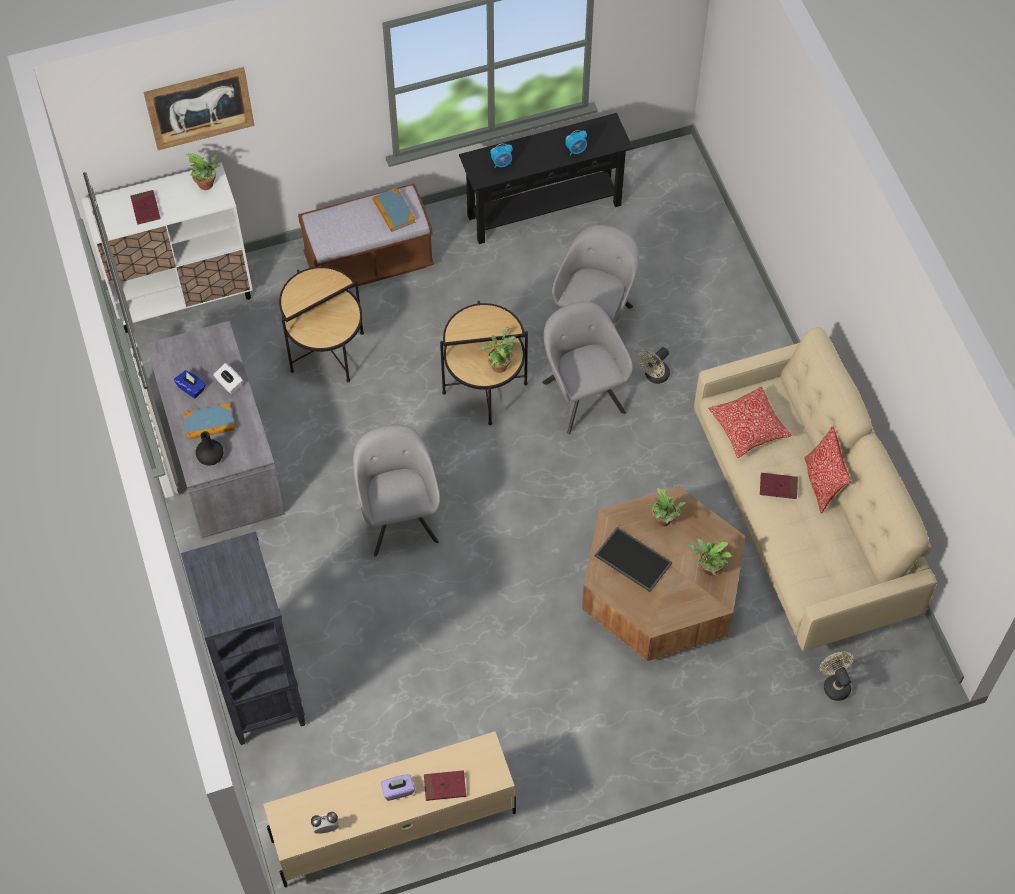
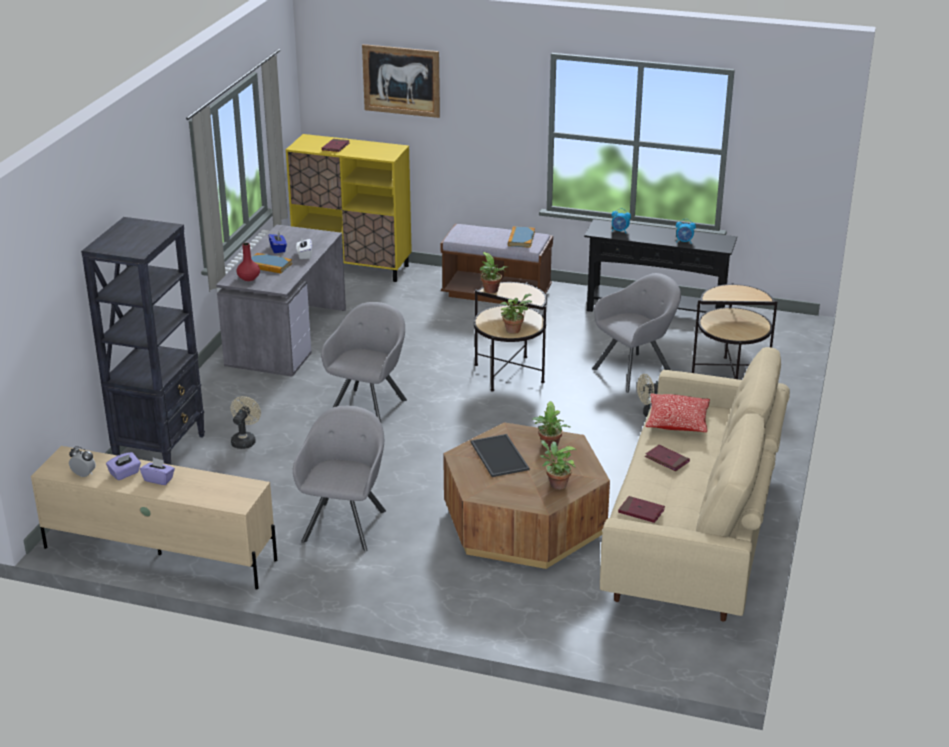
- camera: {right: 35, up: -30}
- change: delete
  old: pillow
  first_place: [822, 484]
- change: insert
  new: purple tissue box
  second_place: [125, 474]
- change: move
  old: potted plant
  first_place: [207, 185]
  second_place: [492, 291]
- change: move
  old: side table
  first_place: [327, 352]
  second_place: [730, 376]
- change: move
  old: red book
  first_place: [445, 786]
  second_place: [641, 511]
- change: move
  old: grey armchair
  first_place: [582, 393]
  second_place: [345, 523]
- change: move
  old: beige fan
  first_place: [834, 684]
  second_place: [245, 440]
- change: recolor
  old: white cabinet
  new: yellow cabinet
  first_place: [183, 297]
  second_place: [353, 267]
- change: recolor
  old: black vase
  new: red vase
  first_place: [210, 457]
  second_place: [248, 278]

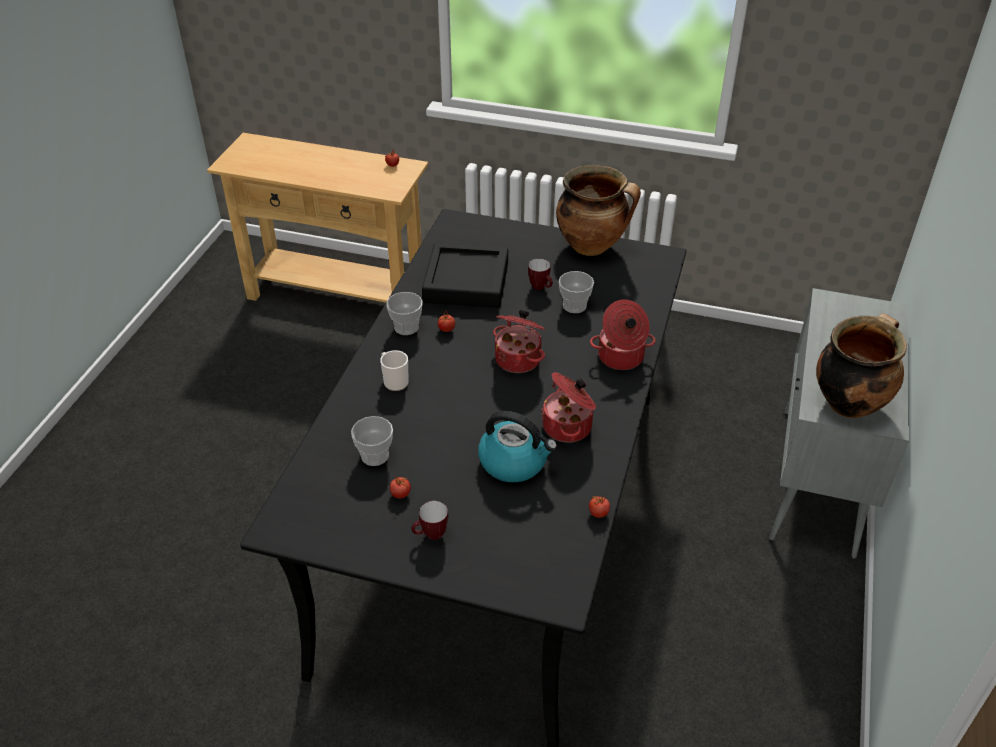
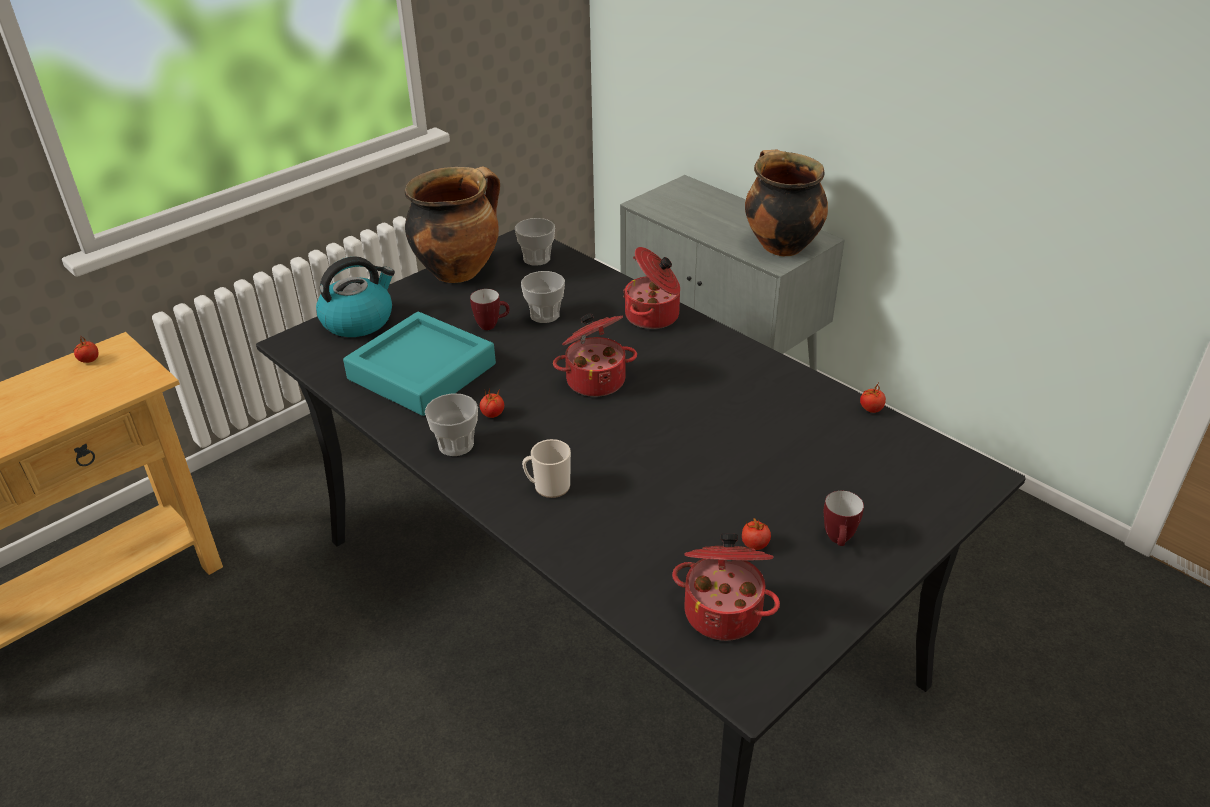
- camera: {right: -60, up: -5}
- change: move
  old: cup
  first_place: [375, 456]
  second_place: [536, 259]
- change: move
  old: kettle
  first_place: [514, 462]
  second_place: [358, 320]
- change: move
  old: cooking pot
  first_place: [568, 426]
  second_place: [723, 611]
- change: recolor
  old: black tray
  new: turquoise tray
  first_place: [466, 282]
  second_place: [422, 372]

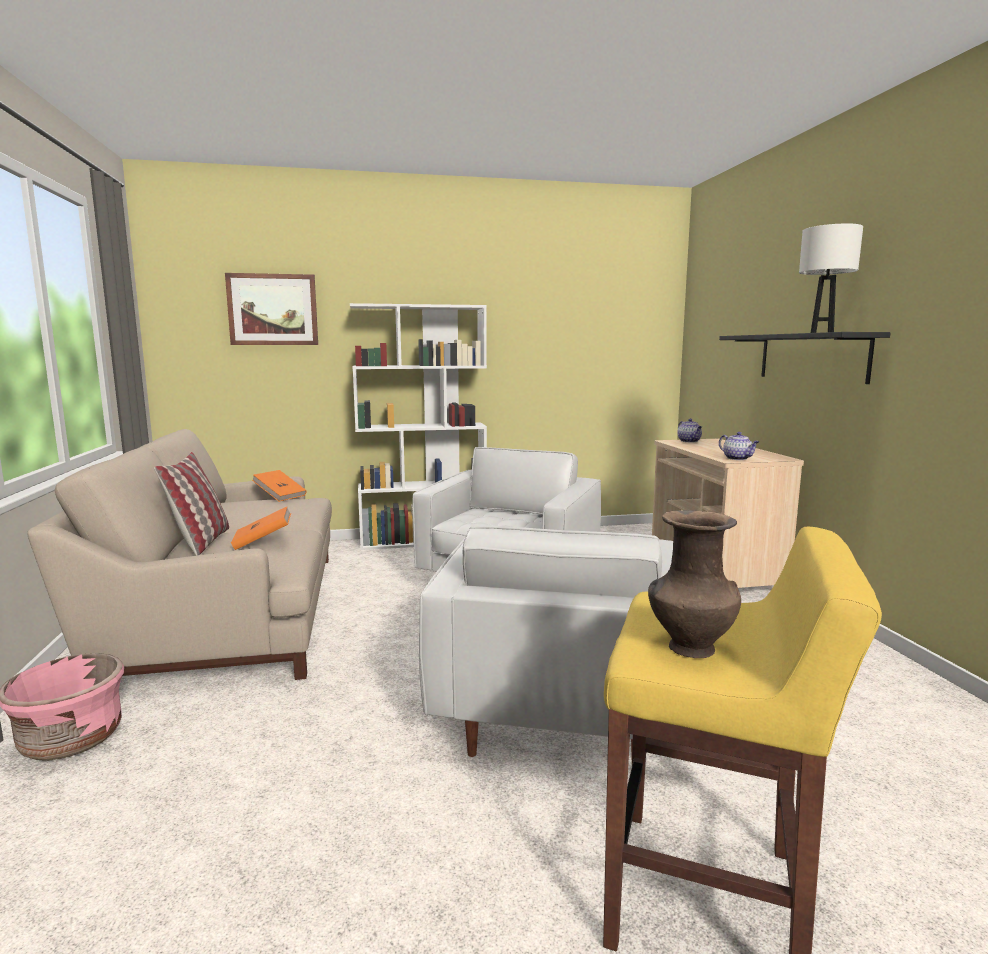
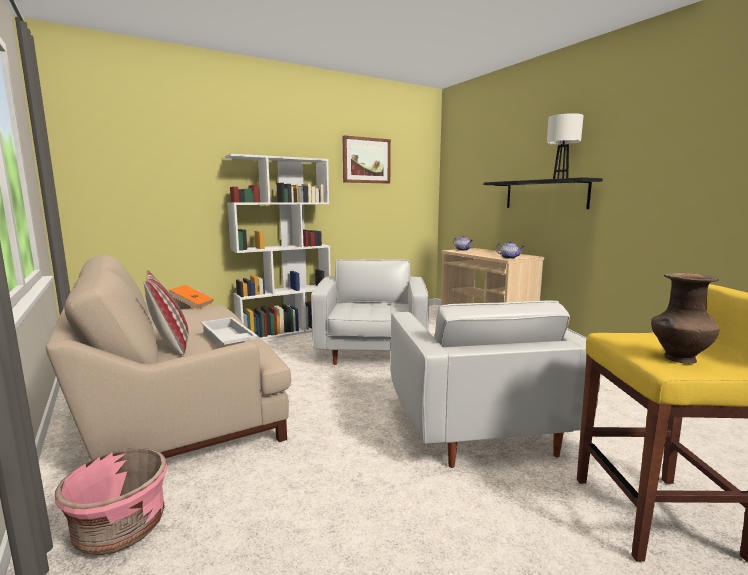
- camera: {right: -20, up: 0}
- change: move
  old: picture
  first_place: [273, 310]
  second_place: [366, 160]
- change: replace
  old: orange book
  new: white tray
  first_place: [263, 542]
  second_place: [226, 338]

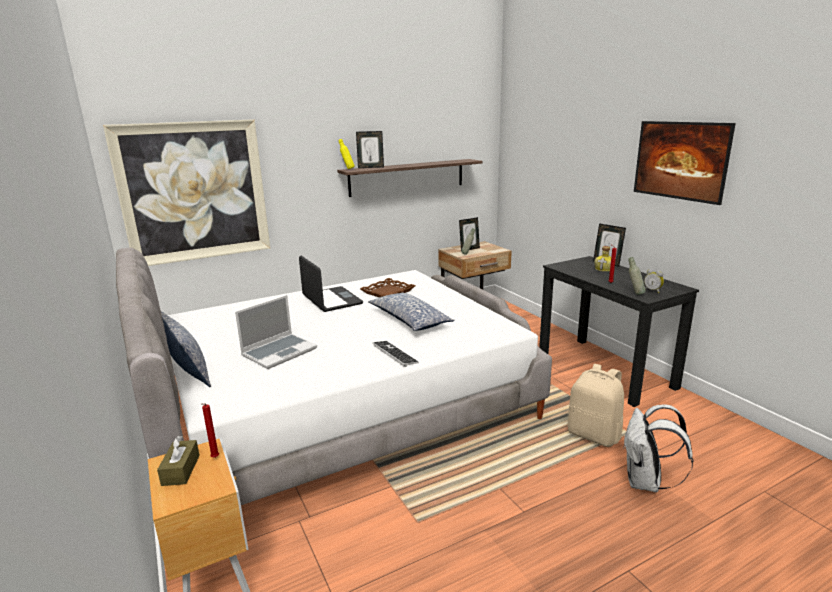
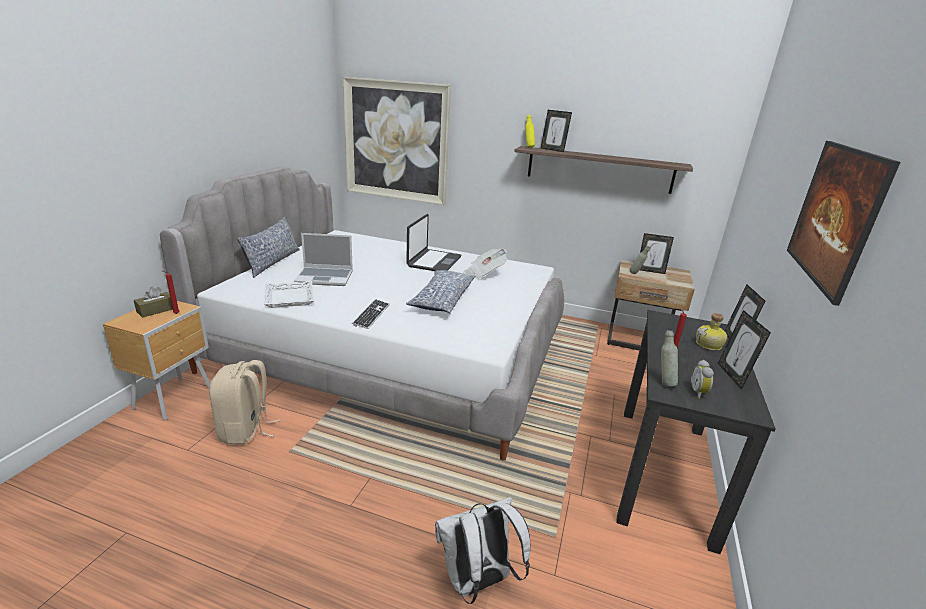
- camera: {right: 45, up: 5}
- change: insert
  new: white tray
  second_place: [289, 298]
- change: insert
  new: picture frame
  second_place: [732, 376]
- change: move
  old: beige backpack
  first_place: [594, 435]
  second_place: [246, 430]
- change: replace
  old: brown tray
  new: newspaper
  first_place: [388, 292]
  second_place: [484, 274]

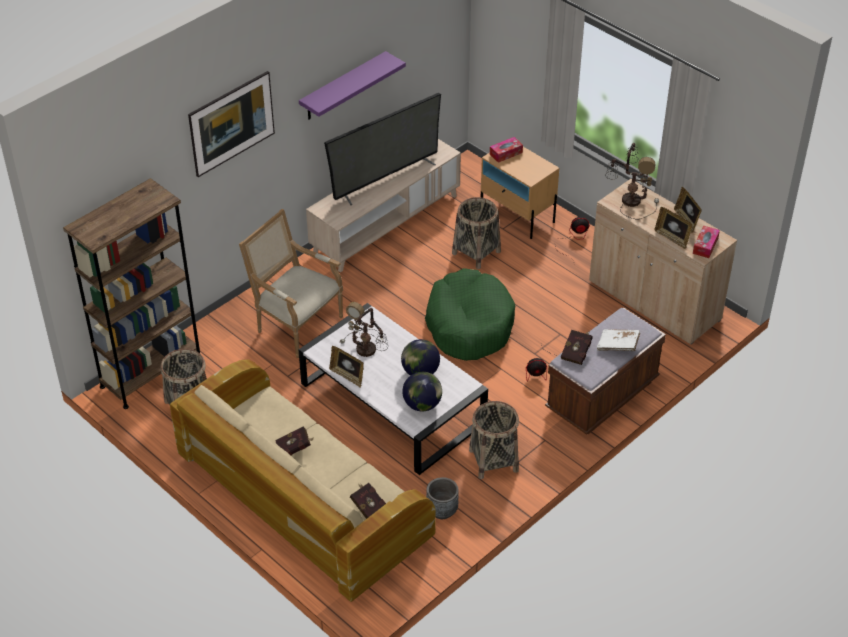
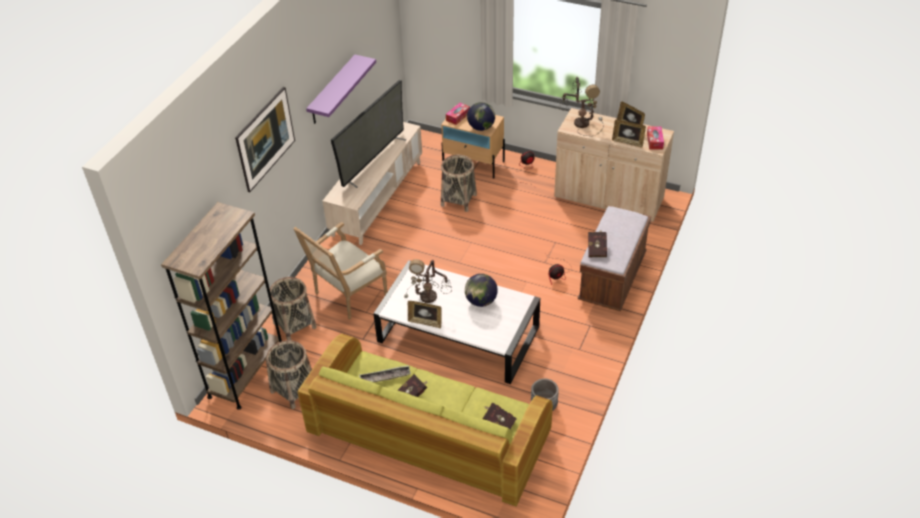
- camera: {right: -20, up: 0}
- change: delete
  old: green dog bed
  first_place: [469, 325]
- change: delete
  old: white book
  first_place: [618, 345]
- change: insert
  new: tray
  second_place: [385, 377]
- change: move
  old: globe
  first_place: [422, 404]
  second_place: [481, 127]
- change: move
  old: basket
  first_place: [493, 460]
  second_place: [294, 325]
- change: recolor
  old: beige sofa
  new: green sofa
  first_place: [302, 498]
  second_place: [427, 434]
- change: rotate
  old: armchair
  first_place: [295, 324]
  second_place: [347, 296]
  degrees: -60

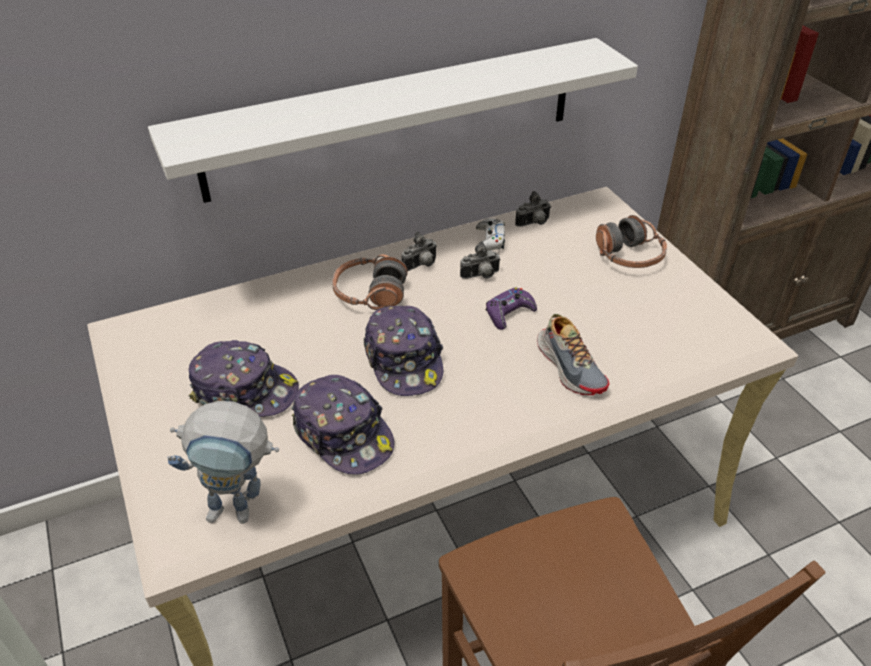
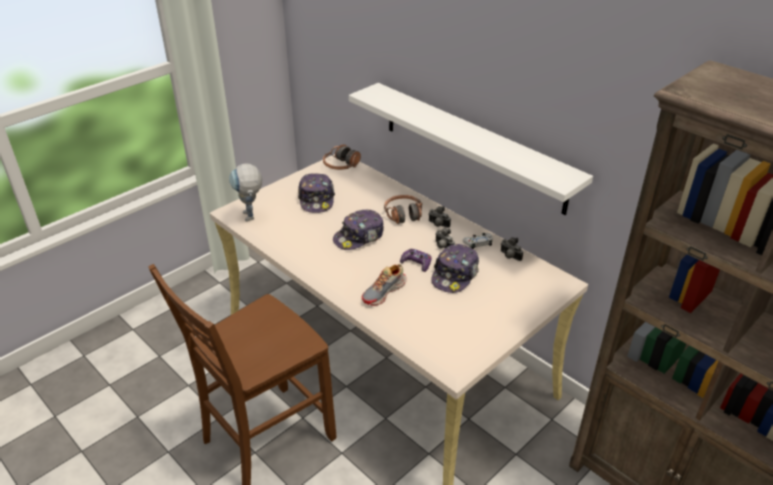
- camera: {right: 70, up: -5}
- change: move
  old: cap
  first_place: [344, 434]
  second_place: [455, 275]
- change: move
  old: headphones
  first_place: [628, 256]
  second_place: [341, 165]

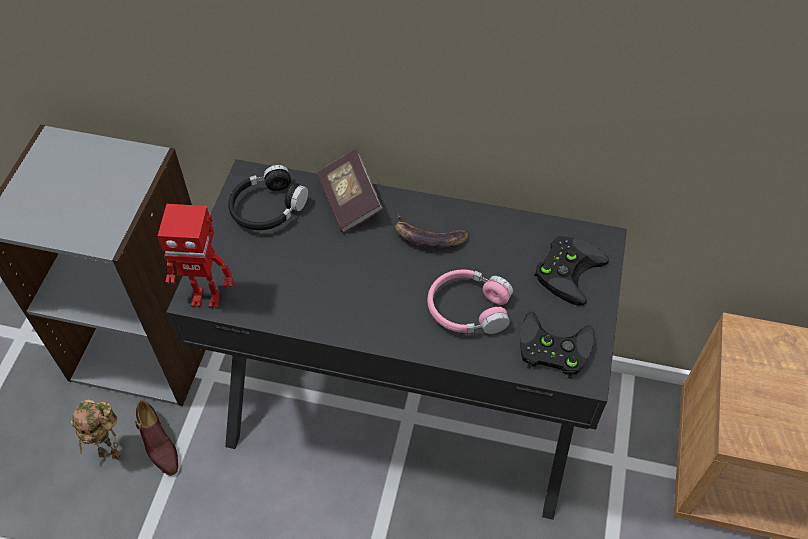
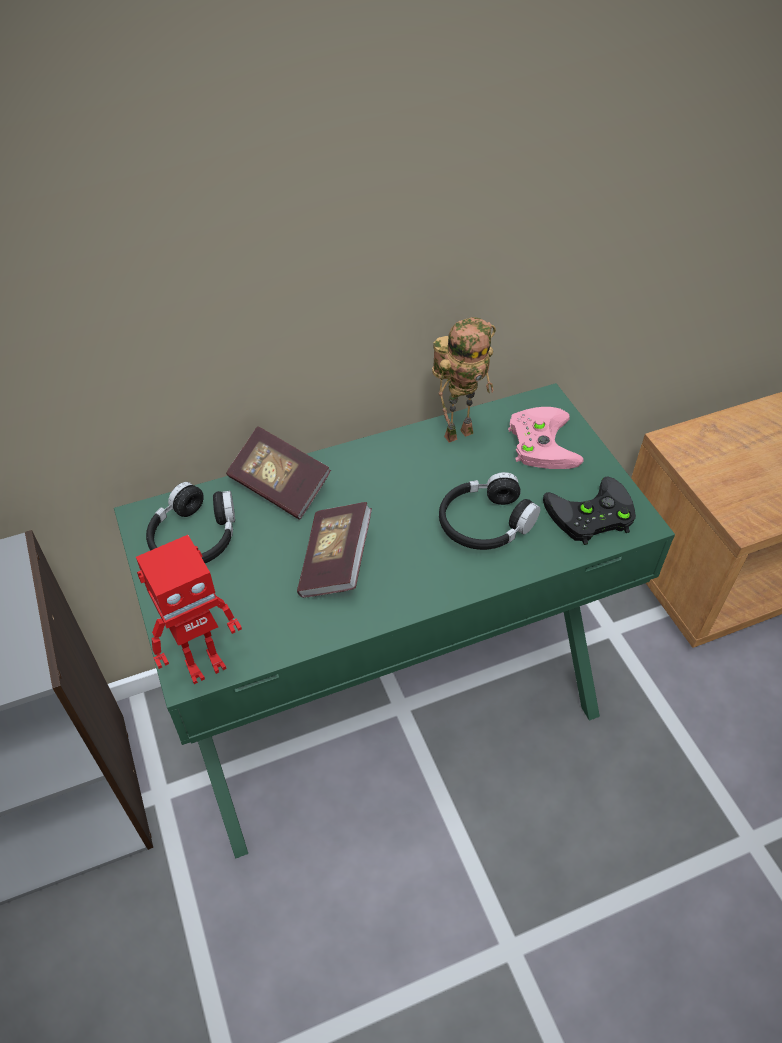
- camera: {right: -35, up: -5}
- change: delete
  old: brown shoe
  first_place: [158, 444]
- change: delete
  old: banana
  first_place: [428, 237]
- change: insert
  new: book
  second_place: [335, 562]
- change: move
  old: toy robot
  first_place: [112, 452]
  second_place: [458, 432]
- change: recolor
  old: black desk
  new: green desk
  first_place: [404, 407]
  second_place: [390, 700]
- change: recolor
  old: pink headphones
  new: black headphones
  first_place: [468, 309]
  second_place: [485, 523]
- change: recolor
  old: black game controller
  new: pink game controller
  first_place: [567, 269]
  second_place: [539, 441]

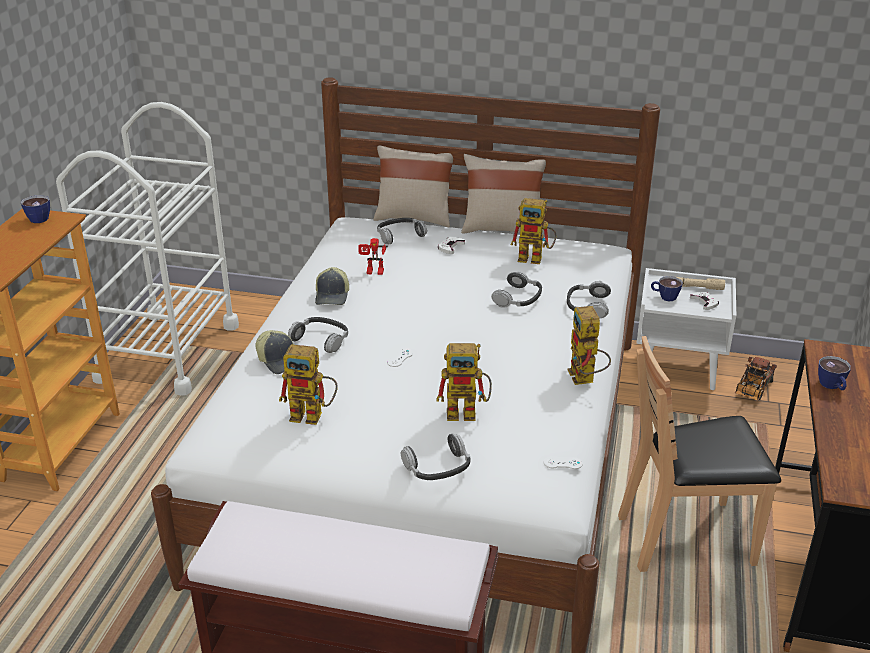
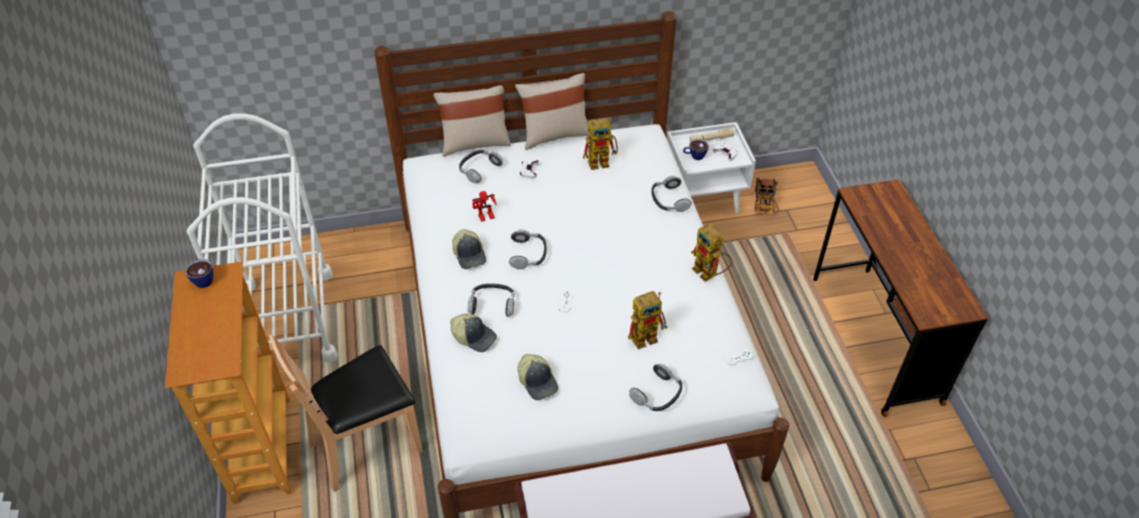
- camera: {right: -25, up: 15}
- change: delete
  old: cup
  first_place: [832, 386]
- change: move
  old: headphones
  first_place: [518, 298]
  second_place: [528, 254]
- change: move
  old: brown chair
  first_place: [686, 538]
  second_place: [366, 445]
- change: replace
  old: toy robot
  new: cap
  first_place: [313, 415]
  second_place: [538, 381]

